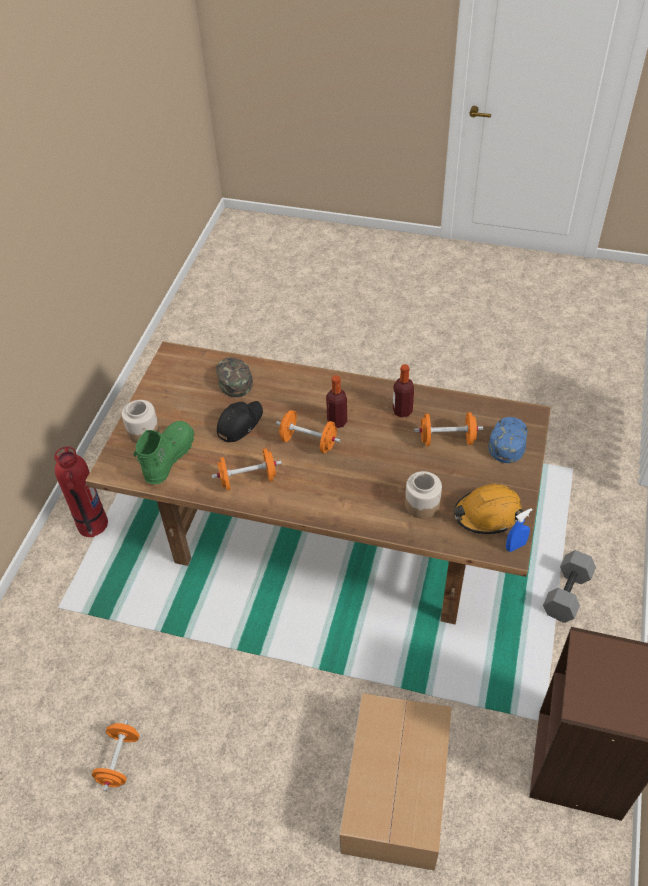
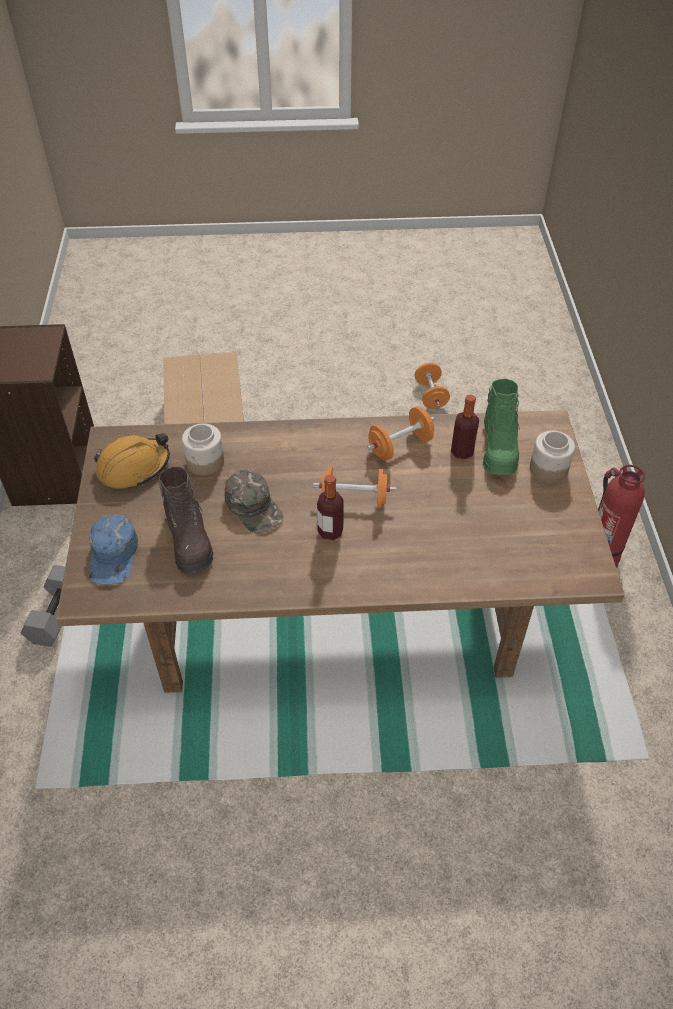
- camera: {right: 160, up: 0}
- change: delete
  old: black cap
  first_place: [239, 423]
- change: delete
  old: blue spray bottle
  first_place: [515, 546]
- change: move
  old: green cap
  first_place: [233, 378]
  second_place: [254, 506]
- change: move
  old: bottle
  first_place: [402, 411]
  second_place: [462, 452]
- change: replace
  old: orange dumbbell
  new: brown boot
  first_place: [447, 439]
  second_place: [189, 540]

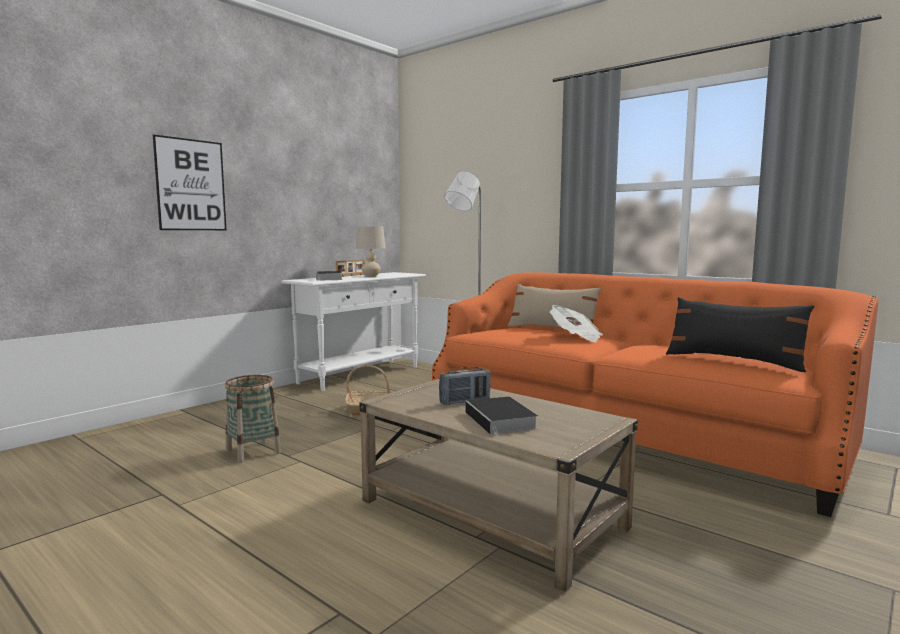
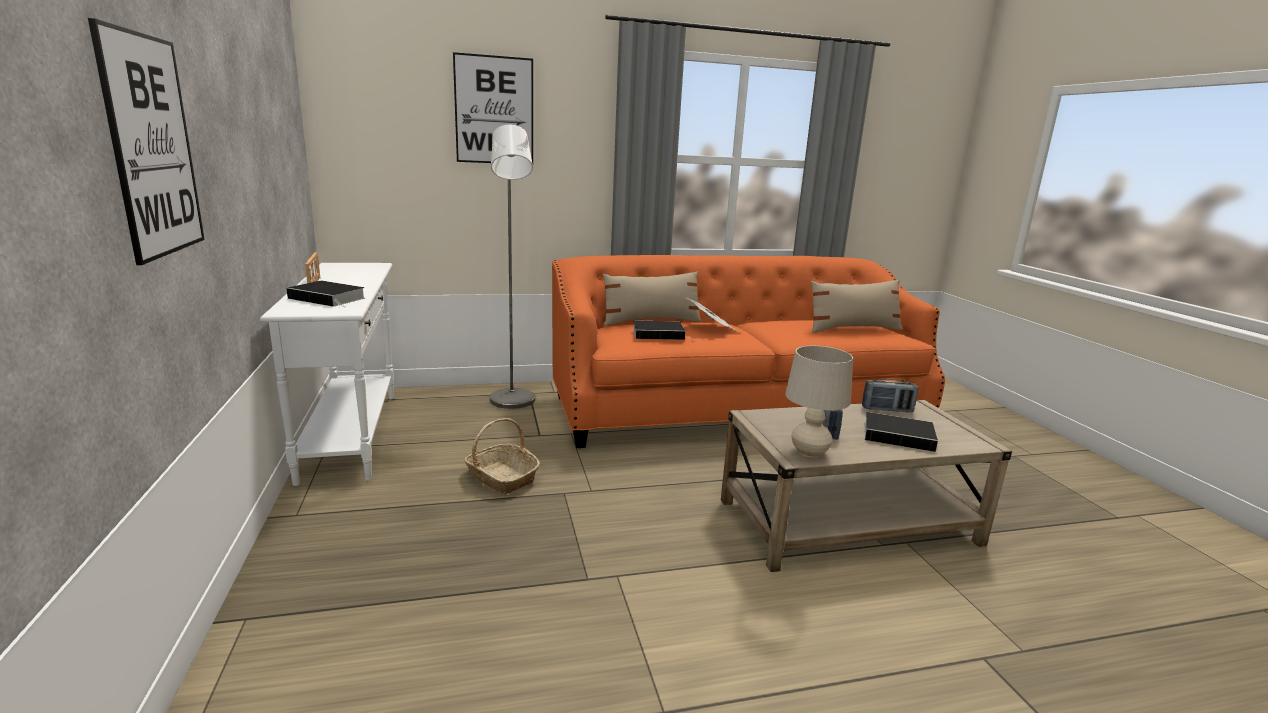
- camera: {right: -55, up: 10}
- change: delete
  old: basket
  first_place: [253, 452]
- change: insert
  new: picture
  second_place: [494, 110]
- change: insert
  new: book
  second_place: [660, 334]
- change: insert
  new: radio
  second_place: [887, 409]
- change: move
  old: beige table lamp
  first_place: [371, 276]
  second_place: [809, 452]
- change: recolor
  old: black pillow
  new: beige pillow
  first_place: [733, 361]
  second_place: [853, 329]

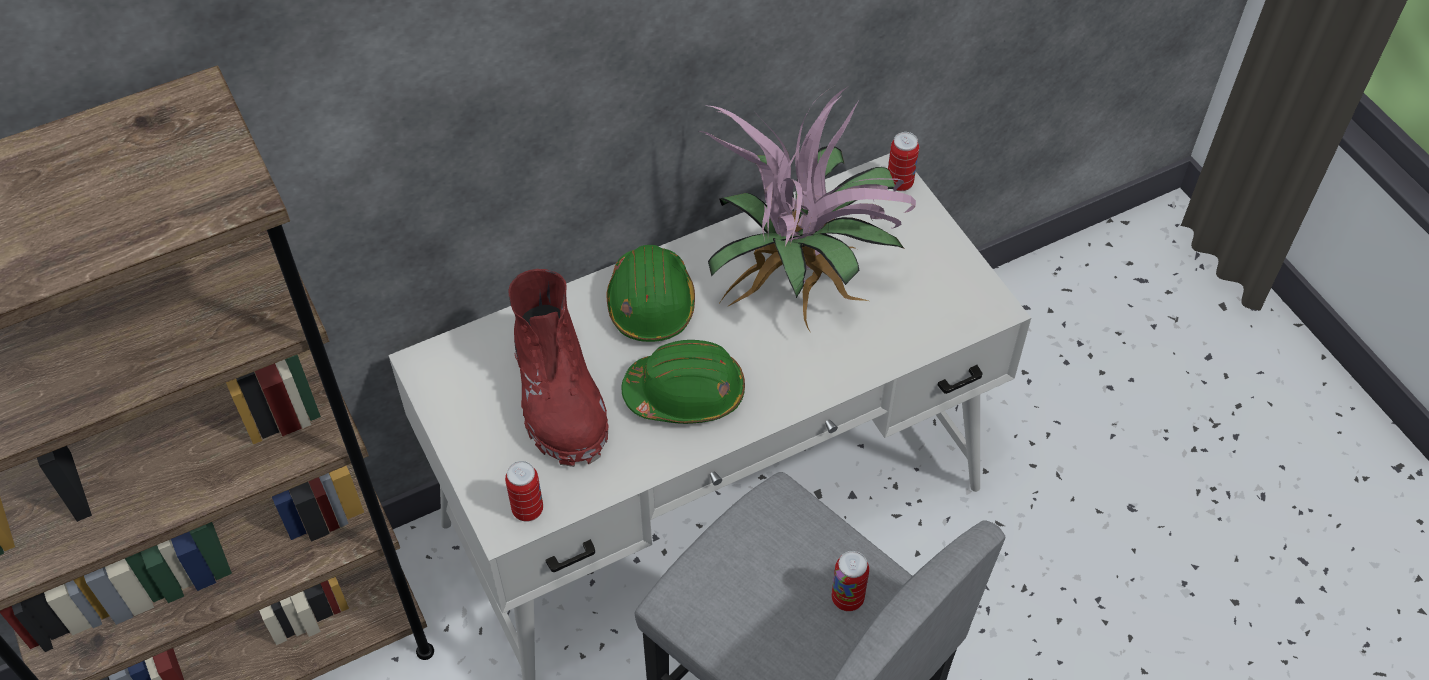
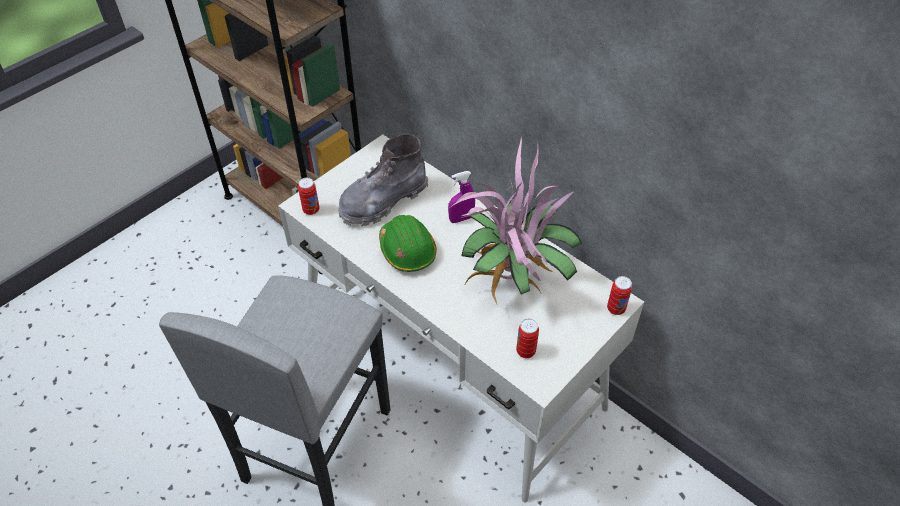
- camera: {right: 70, up: -5}
- change: move
  old: can
  first_place: [847, 598]
  second_place: [525, 351]
- change: replace
  old: green hard hat
  new: purple spray bottle
  first_place: [651, 303]
  second_place: [461, 219]
- change: recolor
  old: red boot
  new: grey boot
  first_place: [559, 398]
  second_place: [383, 201]

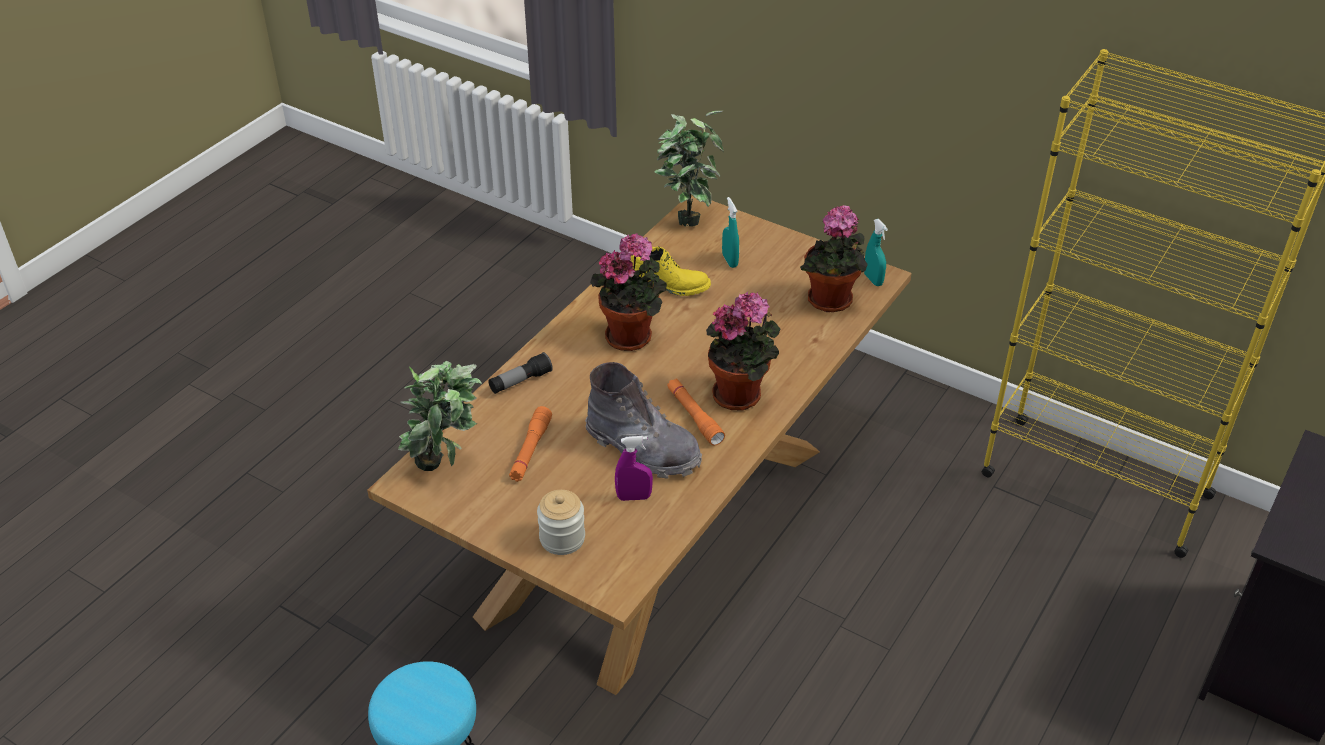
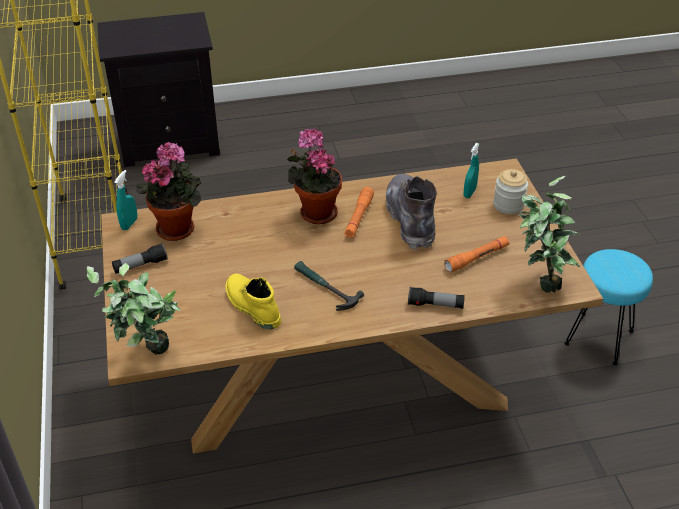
- camera: {right: -135, up: 0}
- change: delete
  old: purple spray bottle
  first_place: [634, 497]
- change: insert
  new: flashlight
  second_place: [140, 265]
- change: move
  old: turquoise spray bottle
  first_place: [730, 260]
  second_place: [469, 193]
- change: replace
  old: potted plant
  new: hammer
  first_place: [632, 335]
  second_place: [324, 288]

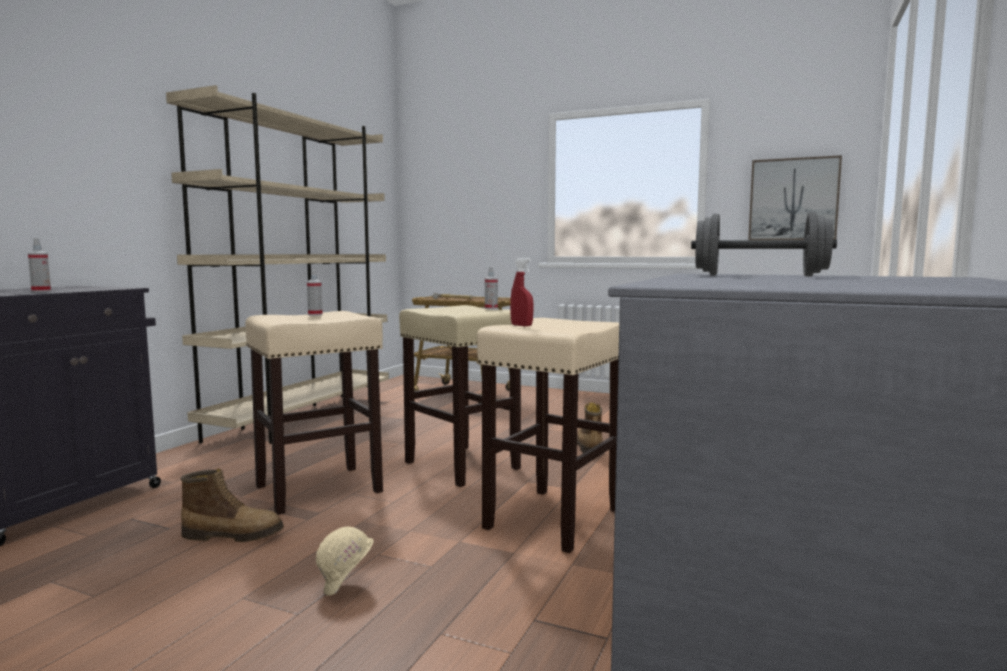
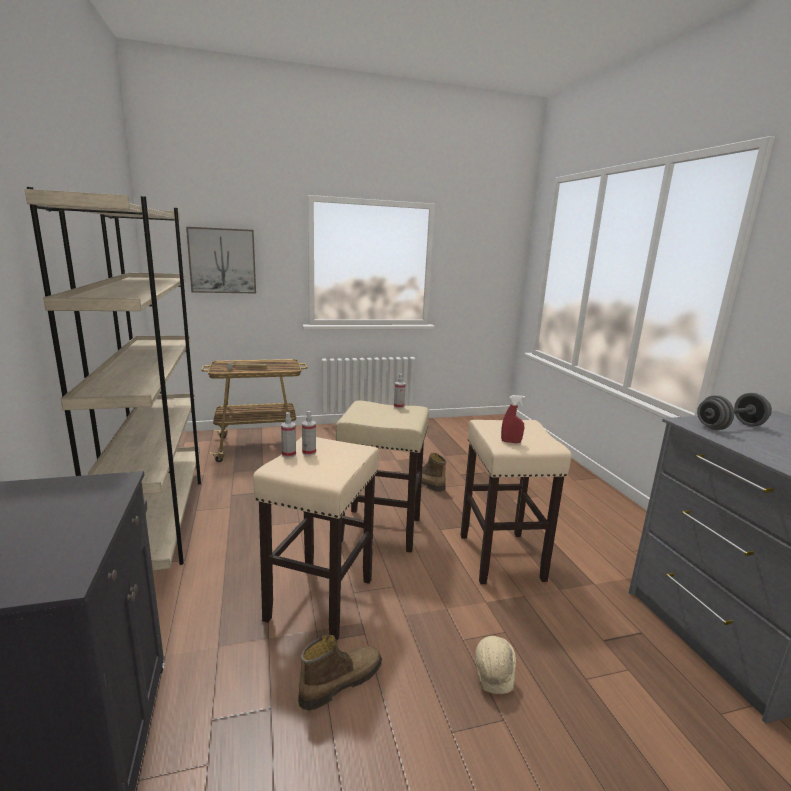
- camera: {right: -40, up: 10}
- change: move
  old: spray bottle
  first_place: [41, 291]
  second_place: [289, 454]
- change: move
  old: picture
  first_place: [793, 199]
  second_place: [222, 261]

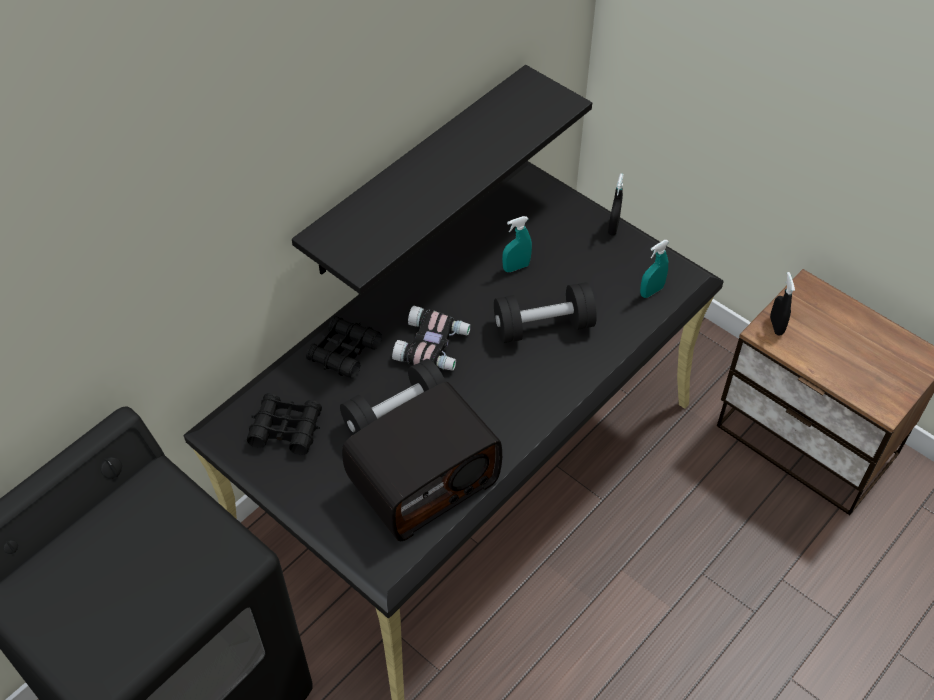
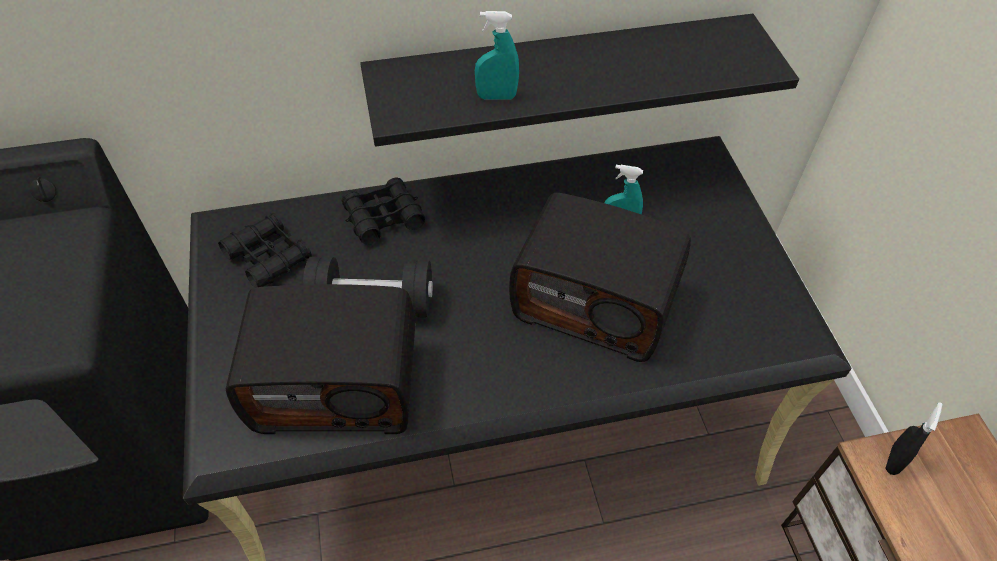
- camera: {right: 35, up: 0}
- change: delete
  old: binoculars
  first_place: [433, 346]
- change: delete
  old: black spray bottle
  first_place: [613, 227]
- change: move
  old: turquoise spray bottle
  first_place: [651, 291]
  second_place: [496, 97]
- change: replace
  old: black dumbbell
  new: radio
  first_place: [543, 326]
  second_place: [596, 301]

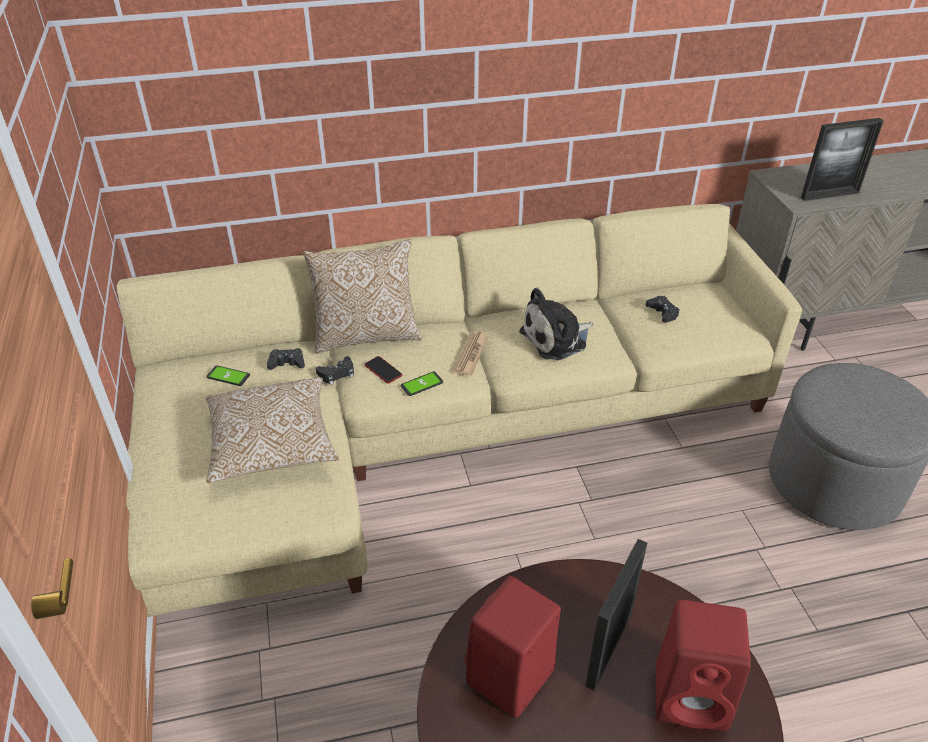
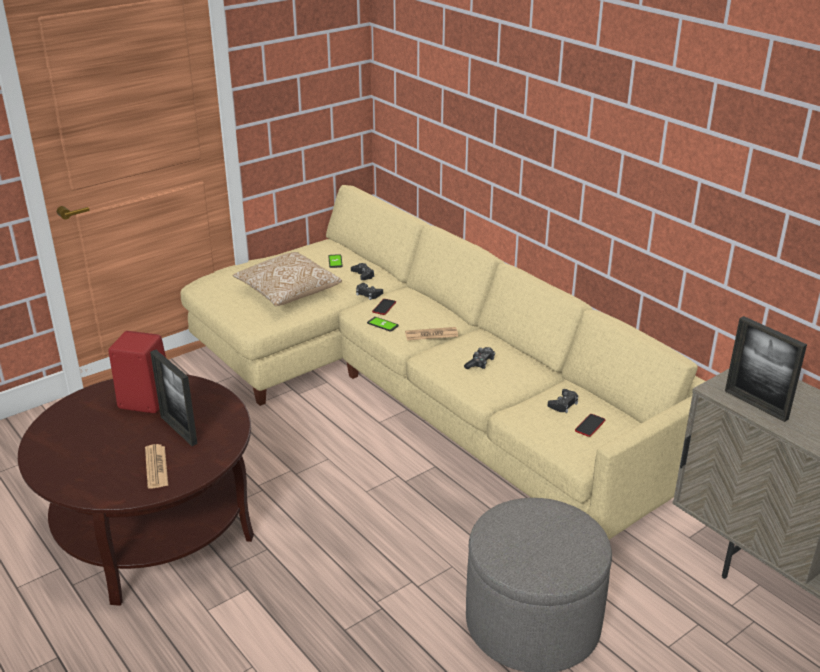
- camera: {right: 65, up: -10}
- change: delete
  old: pillow
  first_place: [366, 335]
- change: insert
  new: phone
  second_place: [590, 426]
- change: replace
  old: plush toy
  new: game controller
  first_place: [557, 339]
  second_place: [480, 363]
- change: replace
  old: red speaker
  new: newspaper
  first_place: [693, 696]
  second_place: [156, 467]
- change: rotate
  old: picture frame
  first_place: [608, 649]
  second_place: [178, 430]
  degrees: -135

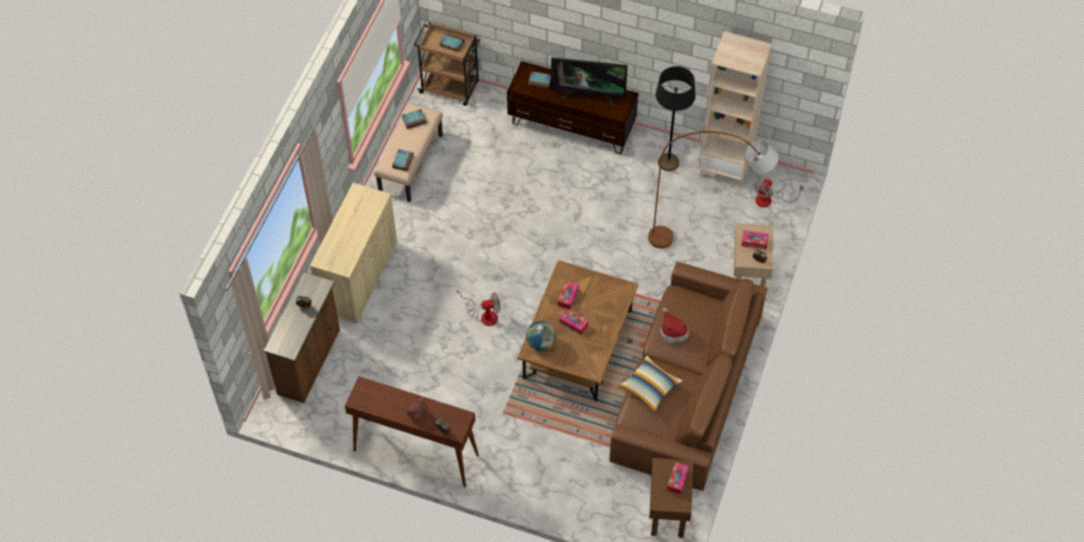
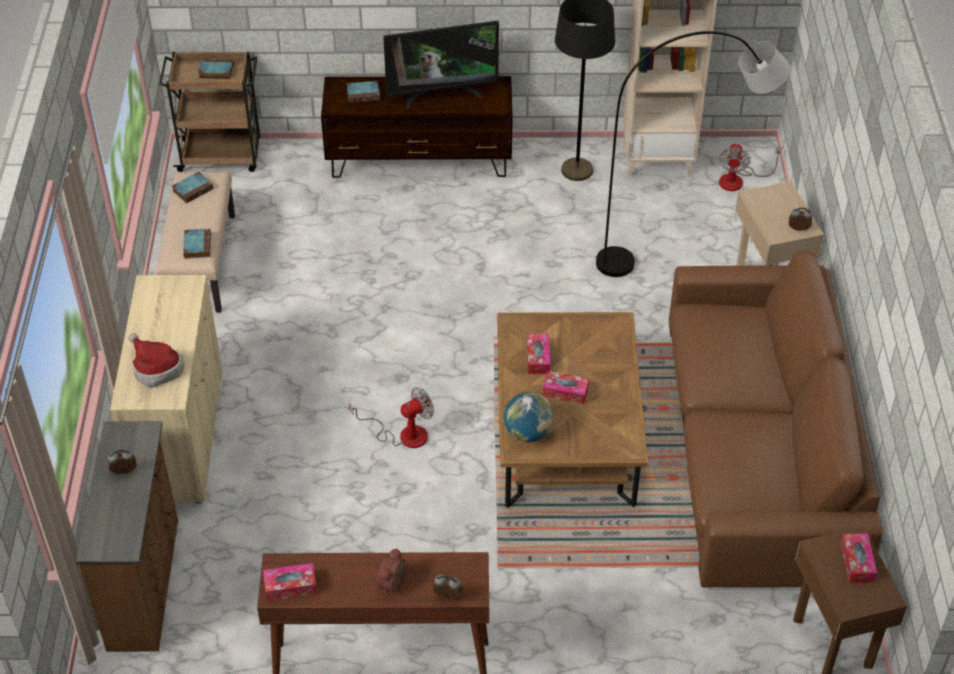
- camera: {right: -20, up: -10}
- change: delete
  old: pillow
  first_place: [650, 388]
- change: move
  old: hat
  first_place: [672, 331]
  second_place: [156, 369]
- change: move
  old: tissue box
  first_place: [754, 242]
  second_place: [290, 587]
- change: recolor
  old: brown floor lamp
  new: grey floor lamp
  first_place: [708, 239]
  second_place: [682, 248]

